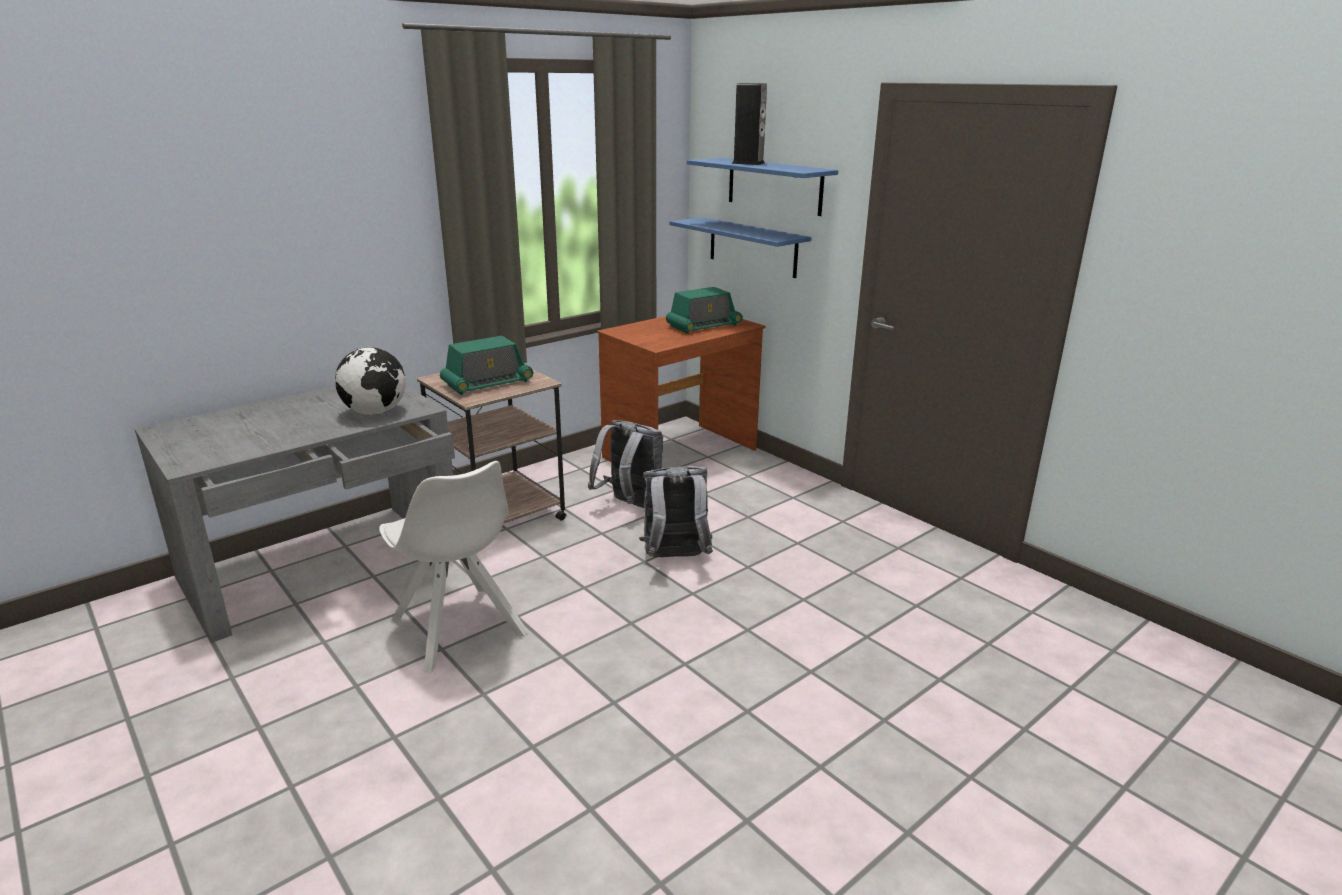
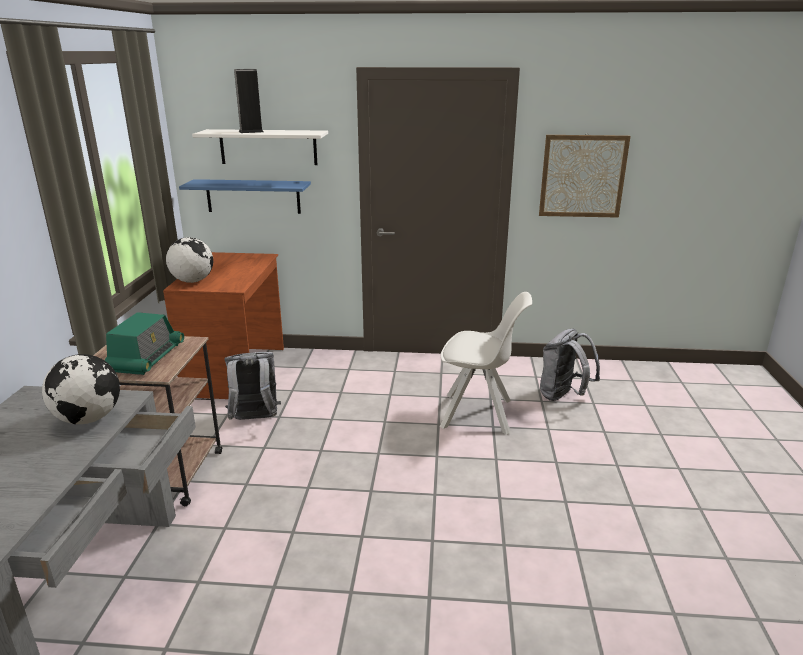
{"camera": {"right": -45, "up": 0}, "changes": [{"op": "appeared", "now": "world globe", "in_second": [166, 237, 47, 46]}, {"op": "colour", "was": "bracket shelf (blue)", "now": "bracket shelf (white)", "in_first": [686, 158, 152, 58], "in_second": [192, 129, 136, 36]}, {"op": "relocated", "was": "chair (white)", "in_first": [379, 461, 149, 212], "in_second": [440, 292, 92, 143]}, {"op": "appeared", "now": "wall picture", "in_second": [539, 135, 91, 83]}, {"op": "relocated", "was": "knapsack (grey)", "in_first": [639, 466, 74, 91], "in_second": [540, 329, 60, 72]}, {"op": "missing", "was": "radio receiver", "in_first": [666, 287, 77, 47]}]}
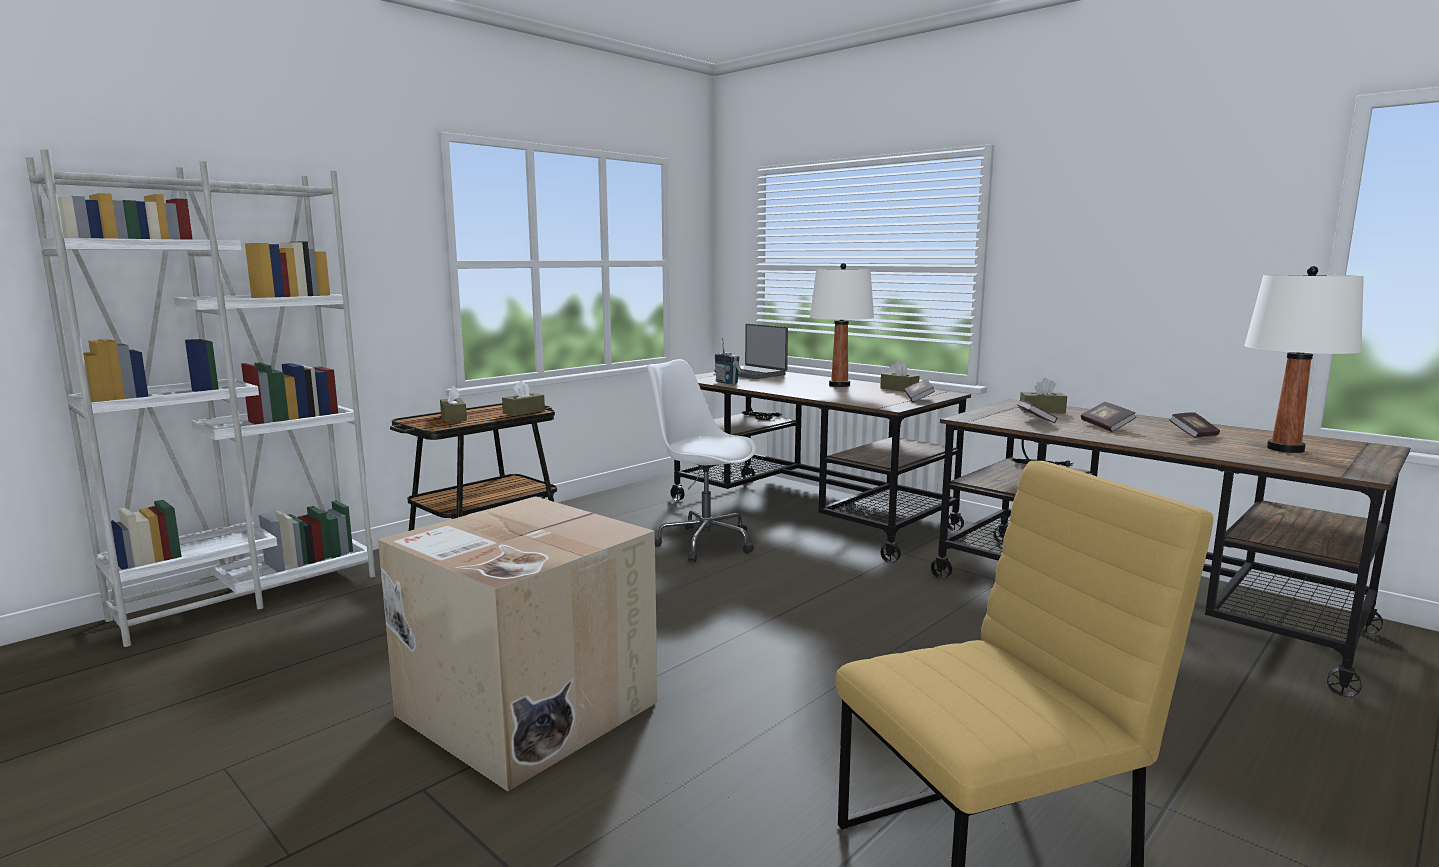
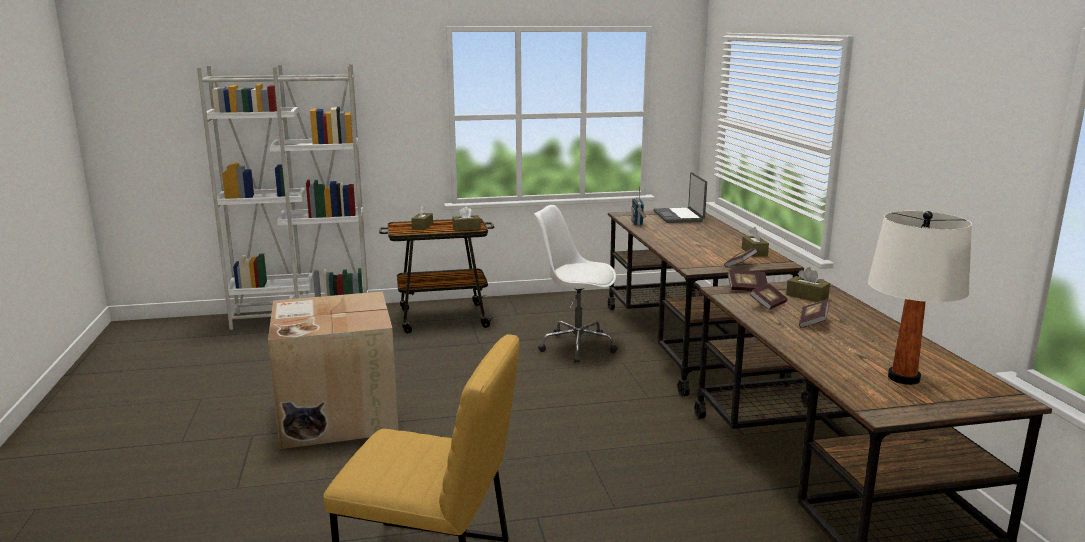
{"camera": {"right": 35, "up": 5}, "changes": [{"op": "spun", "was": "desk chair (white)", "in_first": [647, 359, 109, 203], "in_second": [534, 205, 84, 158], "clockwise": -45}, {"op": "relocated", "was": "book", "in_first": [1169, 412, 51, 26], "in_second": [727, 270, 41, 21]}, {"op": "missing", "was": "tabletop lamp (white)", "in_first": [810, 263, 64, 124]}]}
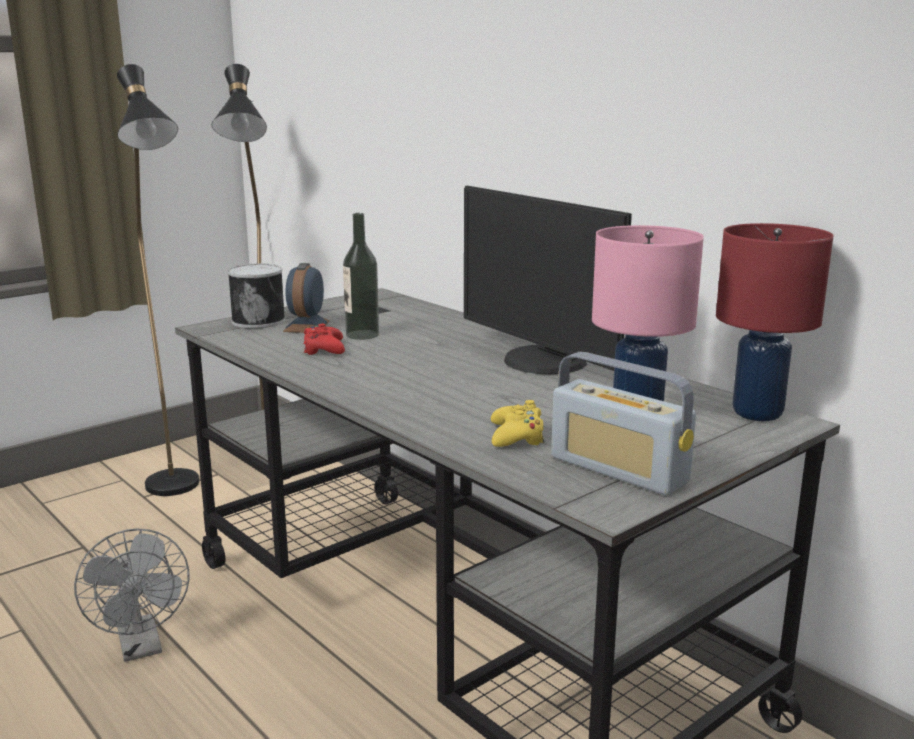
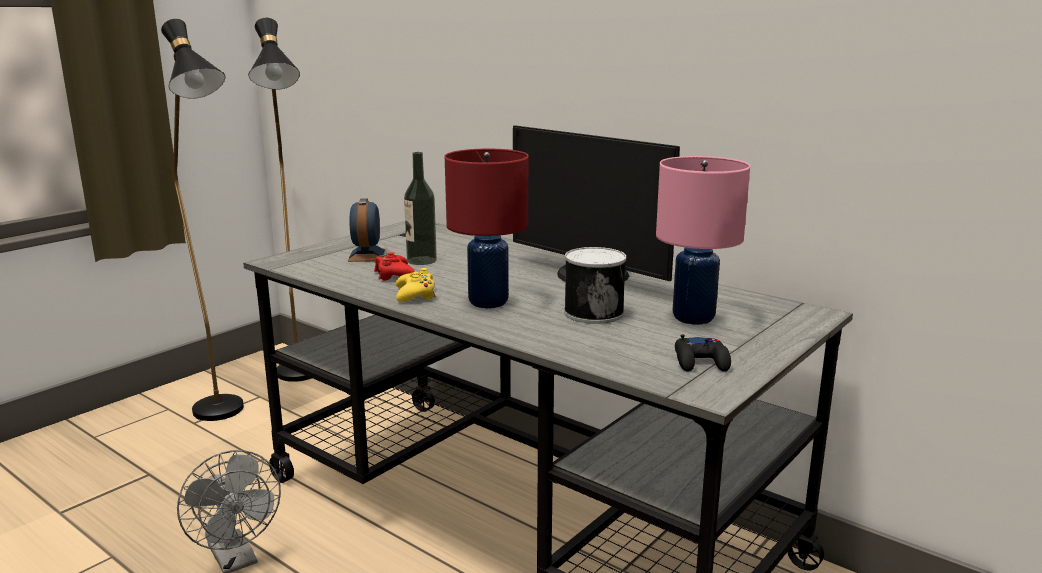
{"camera": {"right": -10, "up": 0}, "changes": [{"op": "relocated", "was": "gamepad (yellow)", "in_first": [491, 400, 54, 47], "in_second": [396, 268, 40, 34]}, {"op": "relocated", "was": "tabletop lamp (red-coloured)", "in_first": [716, 223, 117, 198], "in_second": [445, 149, 83, 159]}, {"op": "relocated", "was": "sealed can", "in_first": [228, 264, 57, 64], "in_second": [564, 247, 62, 77]}, {"op": "exchanged", "was": "radio receiver", "now": "gamepad (blackish)", "in_first": [551, 352, 145, 144], "in_second": [675, 334, 56, 38]}]}
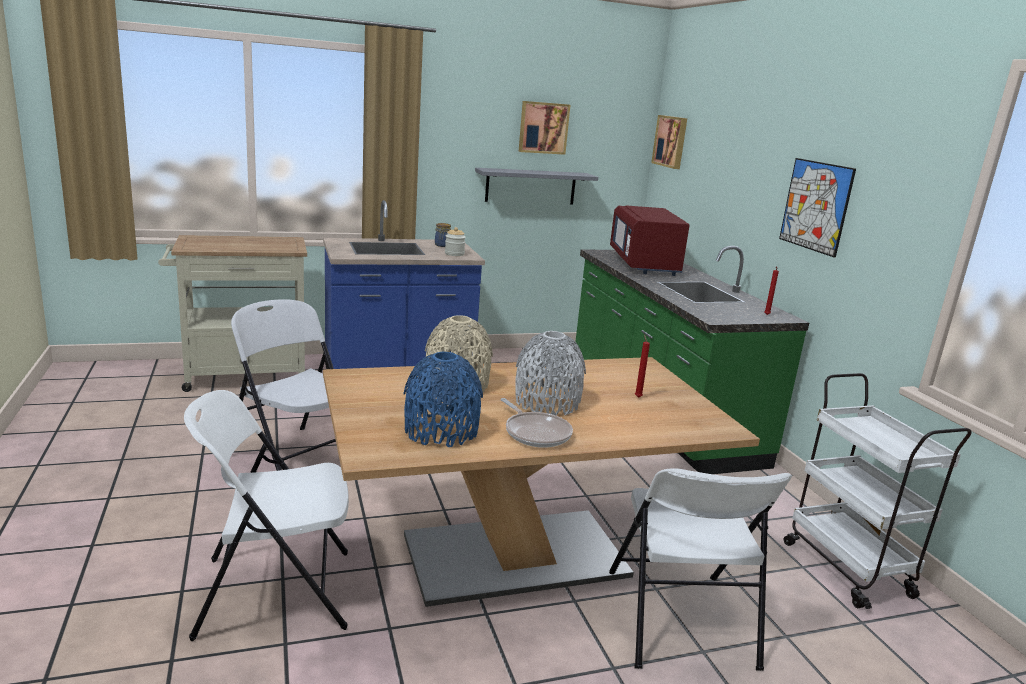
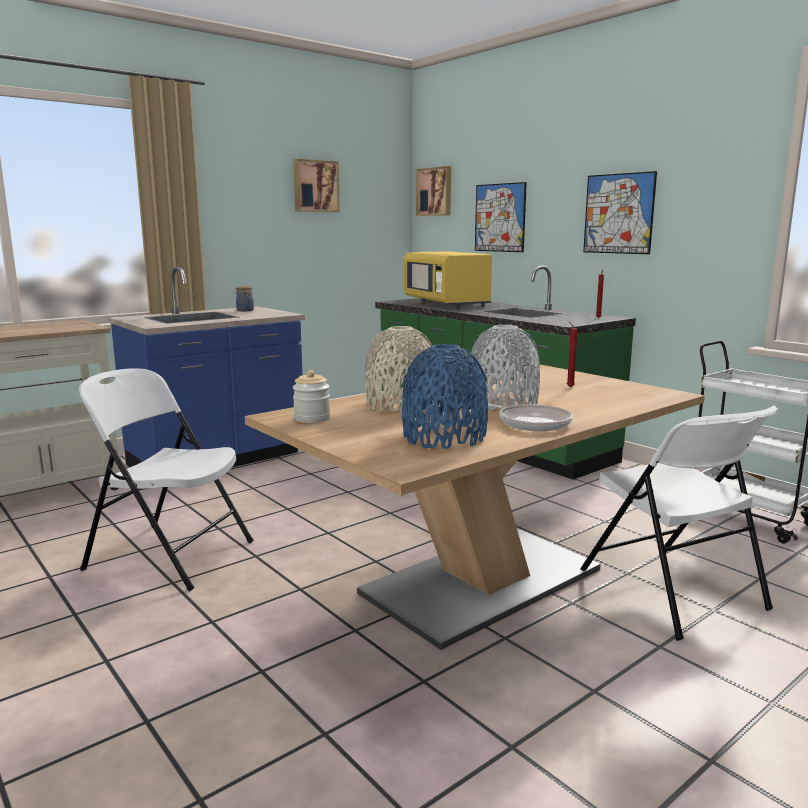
{"camera": {"right": -20, "up": -5}, "changes": [{"op": "relocated", "was": "preserve jar", "in_first": [445, 227, 21, 29], "in_second": [293, 370, 37, 53]}, {"op": "colour", "was": "kitchen microwave (red-coloured)", "now": "kitchen microwave (yellow)", "in_first": [610, 205, 80, 71], "in_second": [404, 251, 88, 58]}, {"op": "appeared", "now": "wall picture", "in_second": [475, 182, 52, 70]}, {"op": "missing", "was": "chair (white)", "in_first": [184, 390, 165, 251]}, {"op": "missing", "was": "bracket shelf (grey)", "in_first": [475, 168, 123, 37]}]}
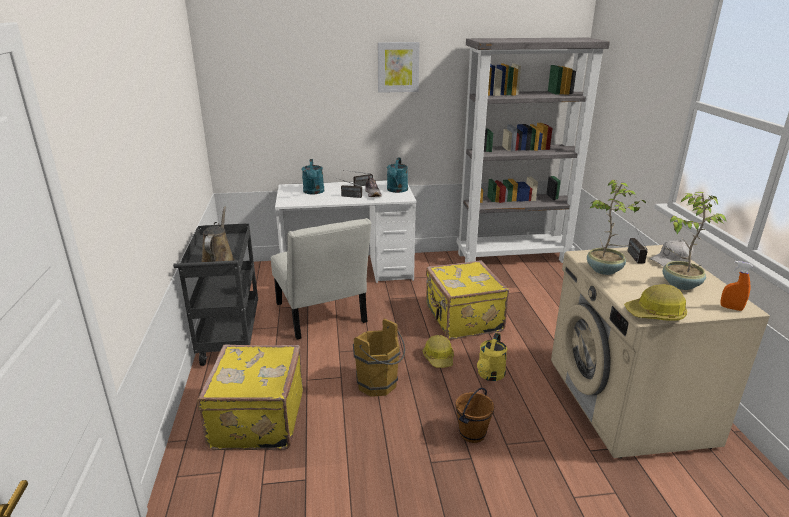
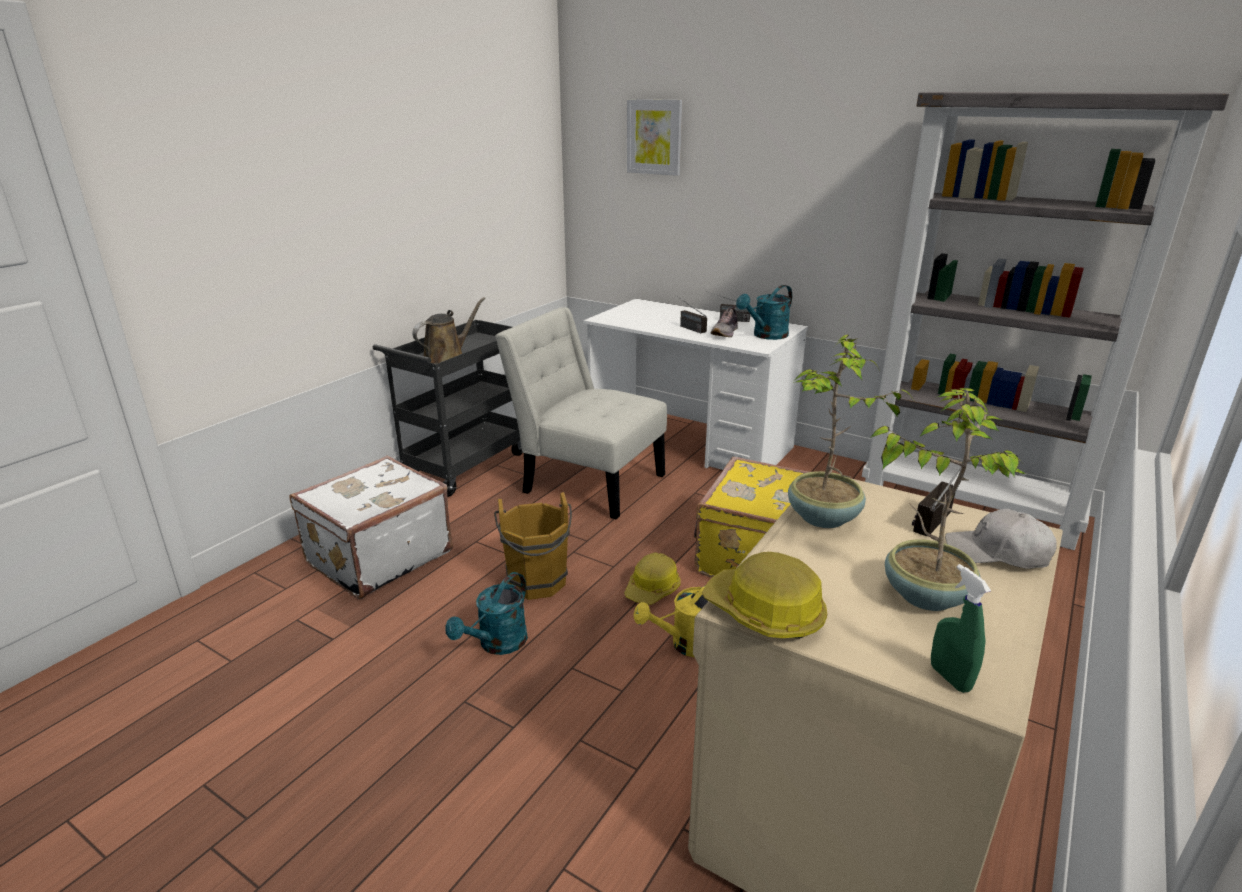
{"camera": {"right": 40, "up": 0}, "changes": [{"op": "colour", "was": "travel case (yellow)", "now": "travel case (white)", "in_first": [197, 344, 106, 106], "in_second": [289, 456, 164, 143]}, {"op": "relocated", "was": "sprinkling can (turquoise-coloured)", "in_first": [302, 159, 22, 36], "in_second": [445, 572, 83, 83]}, {"op": "spun", "was": "chair (white)", "in_first": [271, 218, 101, 122], "in_second": [495, 307, 172, 213], "clockwise": 105}, {"op": "relocated", "was": "wall picture", "in_first": [378, 42, 42, 51], "in_second": [627, 99, 55, 77]}, {"op": "colour", "was": "spray bottle (orangey)", "now": "spray bottle (green-coloured)", "in_first": [720, 261, 33, 50], "in_second": [931, 564, 60, 129]}, {"op": "missing", "was": "bucket (brown-coloured)", "in_first": [456, 388, 38, 55]}]}
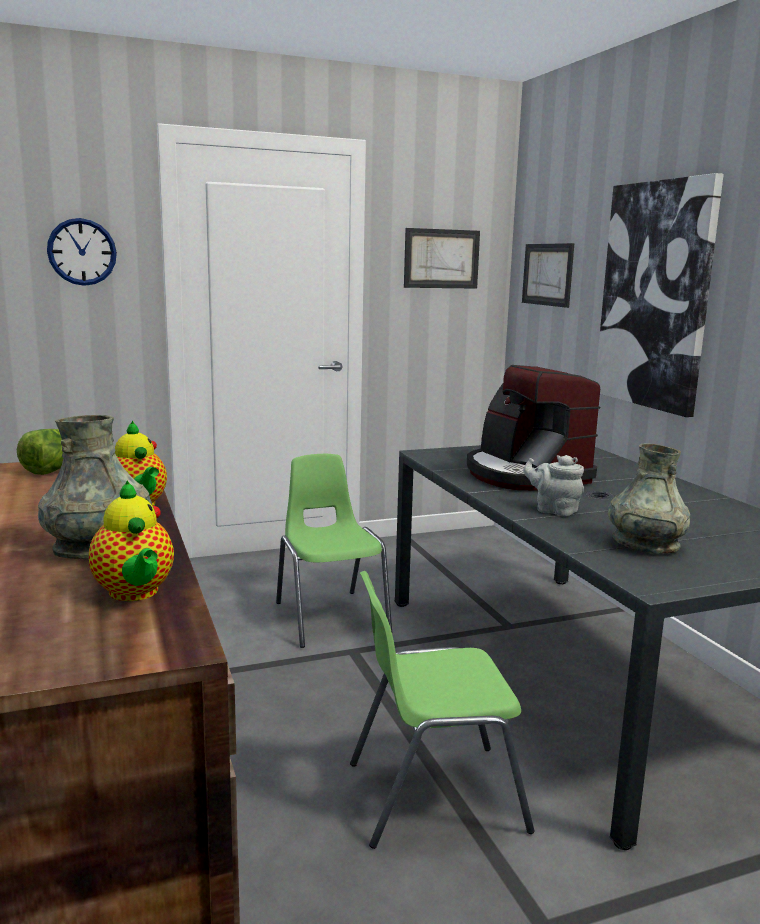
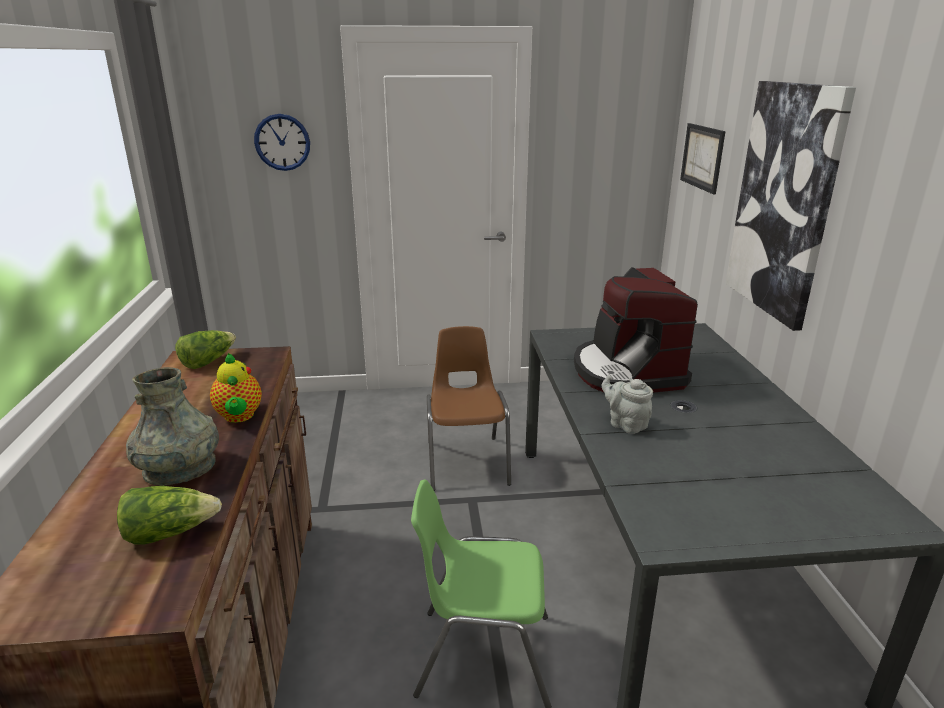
{"camera": {"right": 15, "up": 10}, "changes": [{"op": "exchanged", "was": "tea pot", "now": "lettuce", "in_first": [89, 480, 85, 121], "in_second": [117, 486, 105, 59]}, {"op": "colour", "was": "chair (green-coloured)", "now": "chair (brown-coloured)", "in_first": [276, 454, 116, 194], "in_second": [427, 326, 84, 165]}, {"op": "missing", "was": "wall picture", "in_first": [404, 228, 76, 61]}, {"op": "missing", "was": "decorative vase (grey)", "in_first": [608, 443, 82, 111]}]}
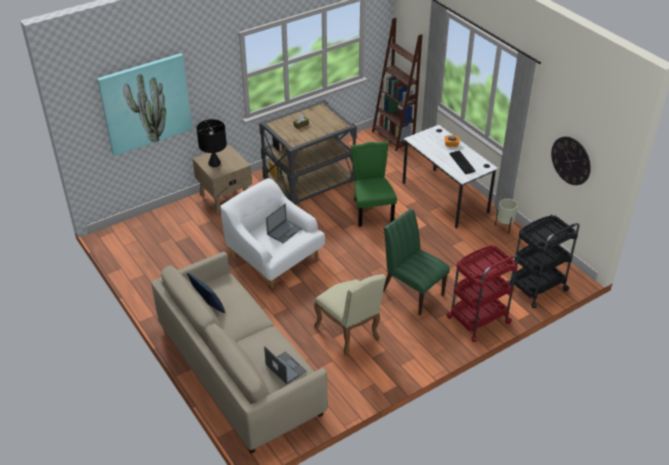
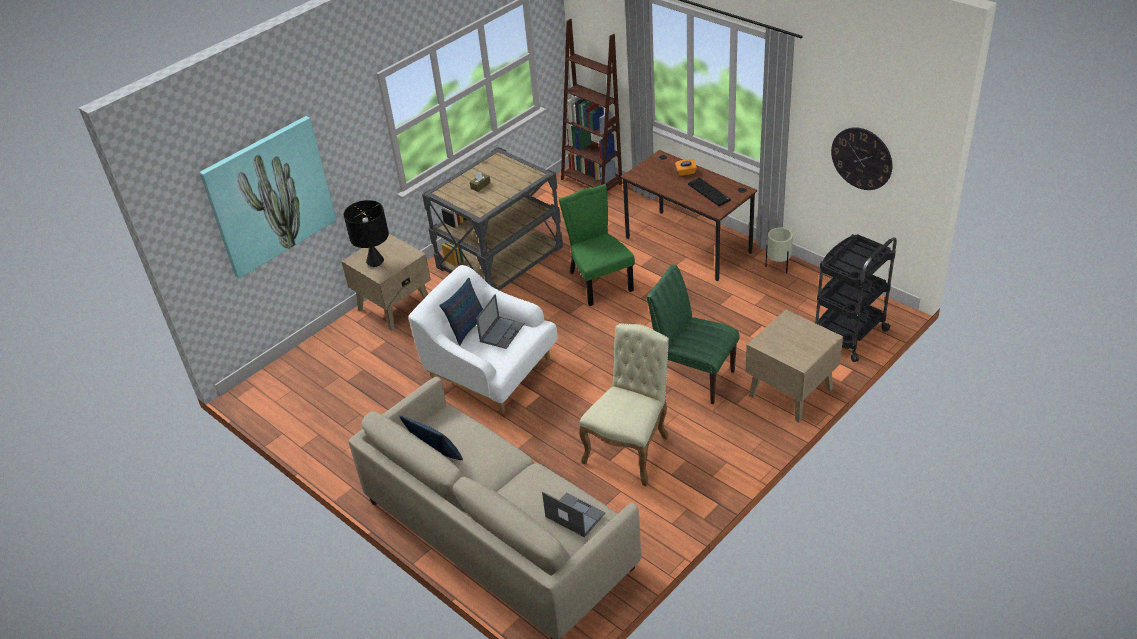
{"camera": {"right": -10, "up": 0}, "changes": [{"op": "appeared", "now": "cushion (blue)", "in_second": [439, 278, 44, 67]}, {"op": "spun", "was": "chair (beige-coloured)", "in_first": [314, 274, 72, 82], "in_second": [579, 323, 90, 163], "clockwise": -105}, {"op": "colour", "was": "desk table (white)", "now": "desk table (brown-coloured)", "in_first": [403, 125, 95, 103], "in_second": [620, 150, 137, 131]}, {"op": "exchanged", "was": "wheeled cart (red-coloured)", "now": "bedside table (beige-coloured)", "in_first": [446, 245, 73, 97], "in_second": [746, 310, 97, 112]}]}
